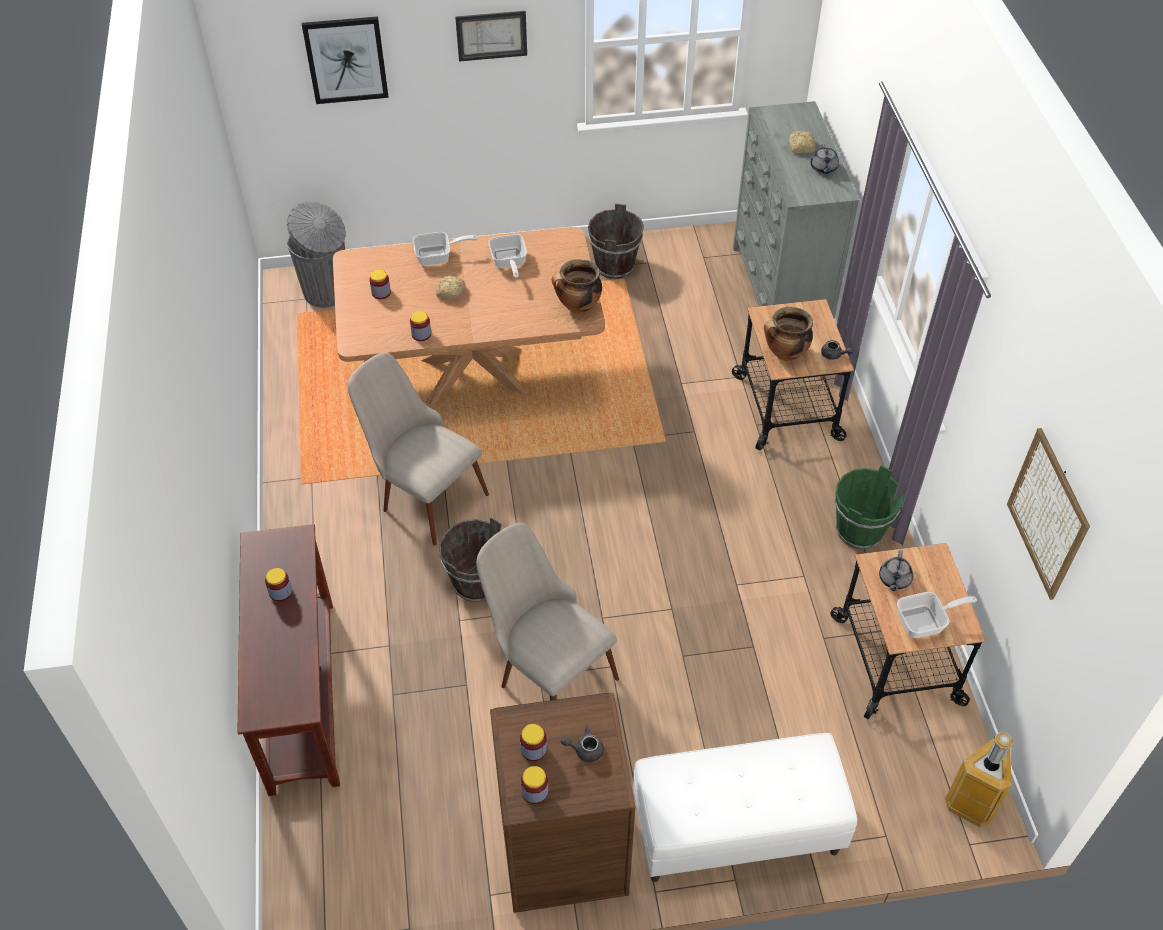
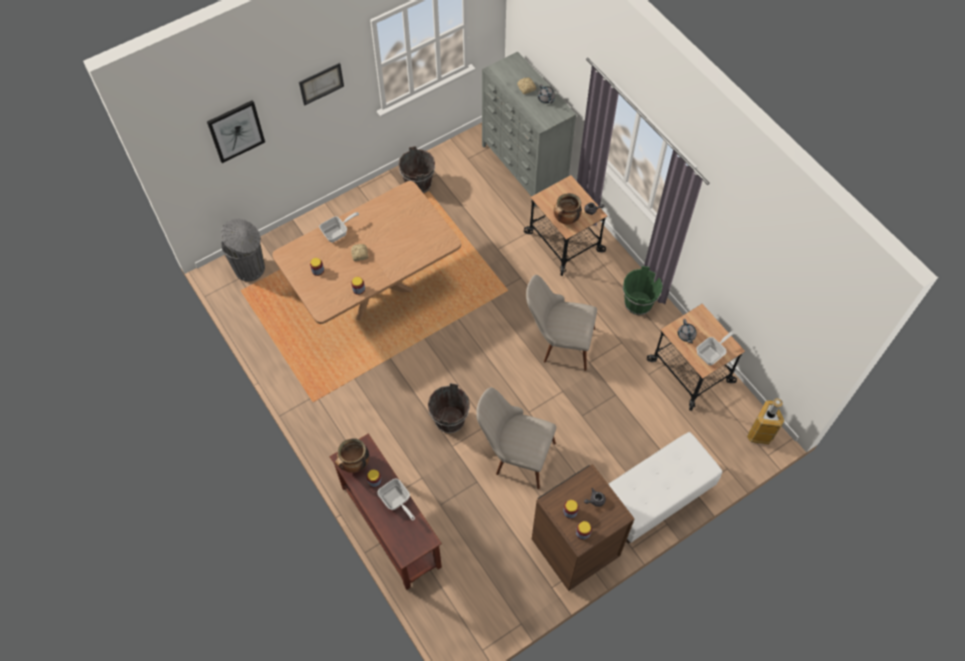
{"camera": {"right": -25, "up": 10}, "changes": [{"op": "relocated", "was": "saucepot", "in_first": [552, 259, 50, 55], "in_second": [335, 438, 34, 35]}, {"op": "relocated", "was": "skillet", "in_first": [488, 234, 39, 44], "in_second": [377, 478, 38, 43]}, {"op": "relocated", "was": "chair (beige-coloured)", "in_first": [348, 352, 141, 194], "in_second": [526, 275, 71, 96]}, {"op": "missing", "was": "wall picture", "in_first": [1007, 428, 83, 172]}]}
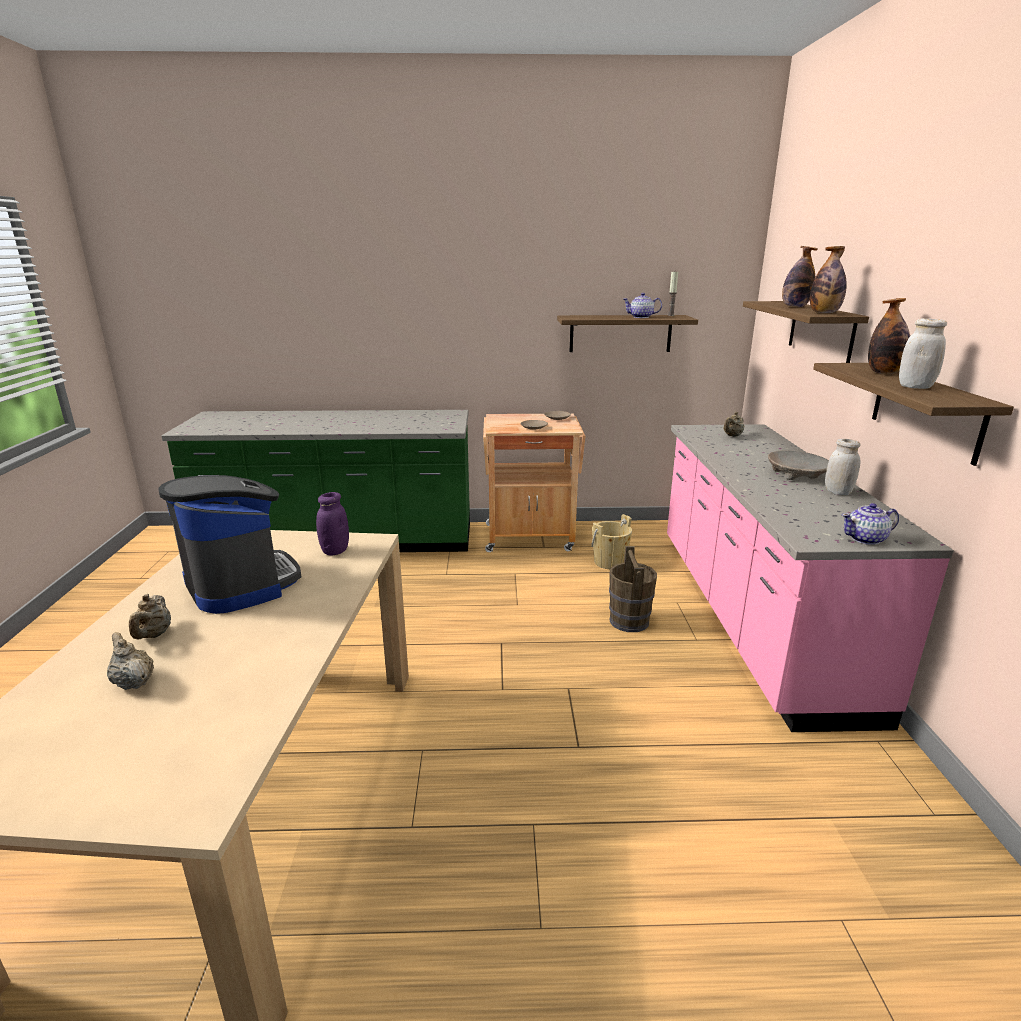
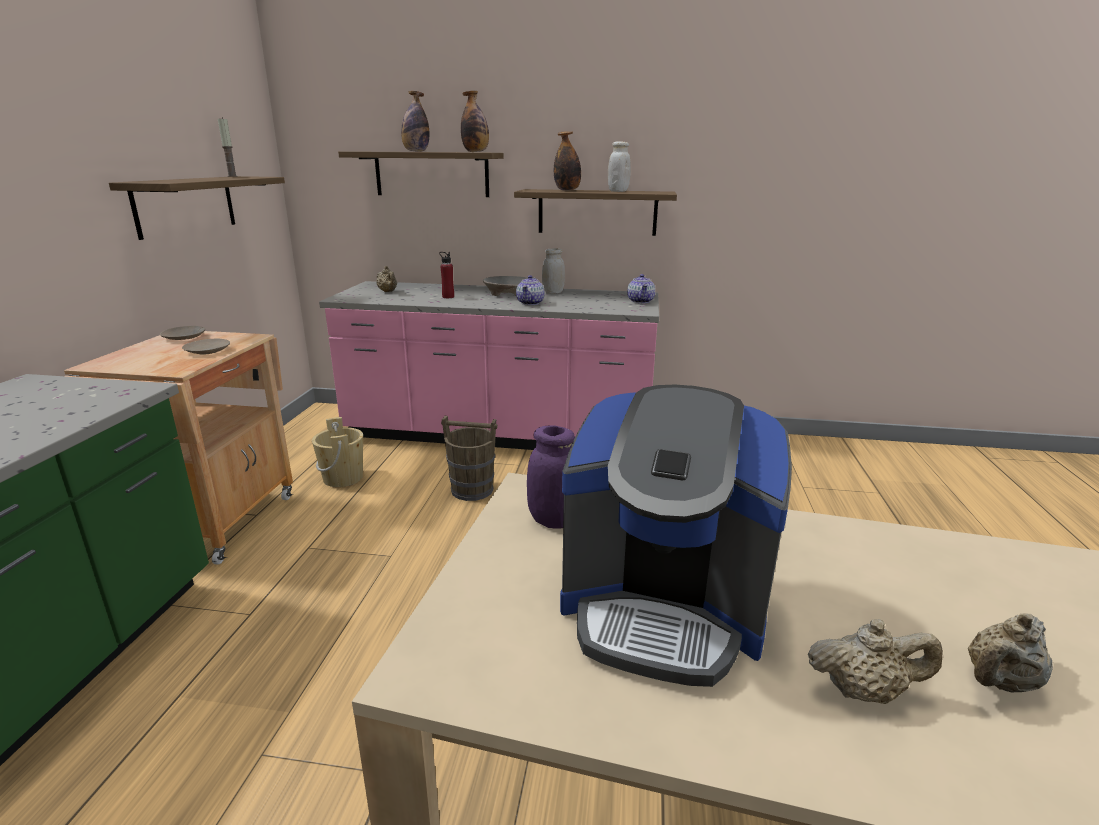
{"camera": {"right": -80, "up": 0}, "changes": [{"op": "appeared", "now": "drink bottle (red-coloured)", "in_second": [439, 252, 15, 46]}, {"op": "relocated", "was": "tea pot", "in_first": [623, 293, 39, 25], "in_second": [516, 275, 29, 30]}, {"op": "spun", "was": "coffee brewer", "in_first": [158, 475, 143, 139], "in_second": [560, 384, 232, 303], "clockwise": -135}]}
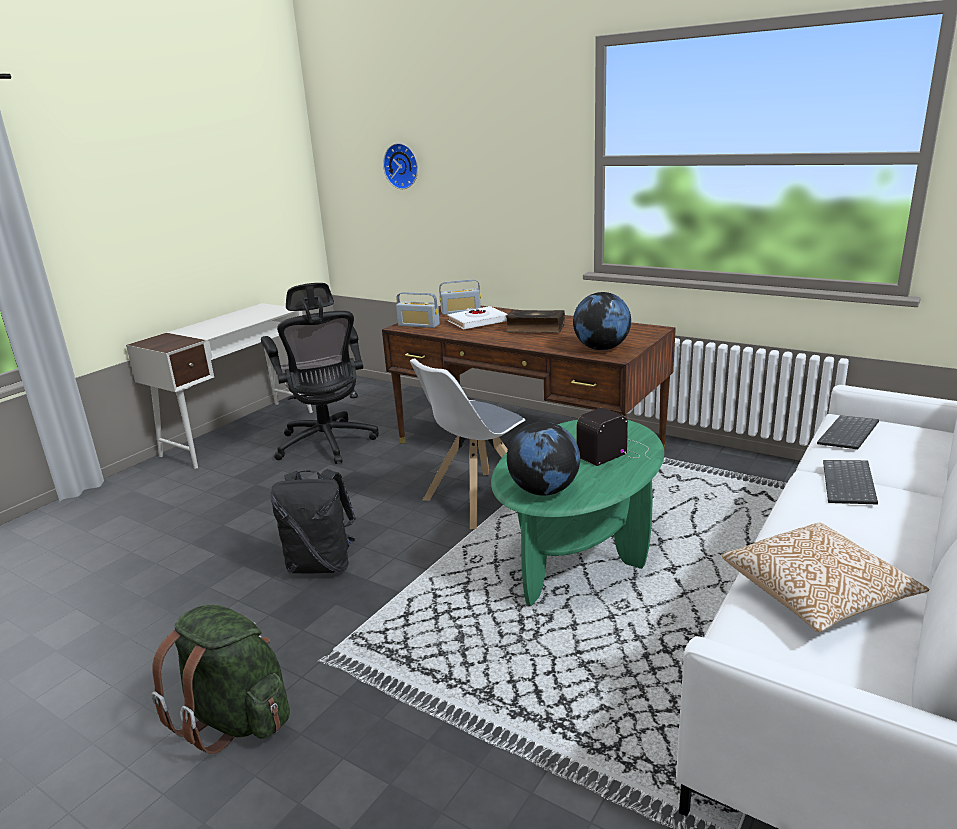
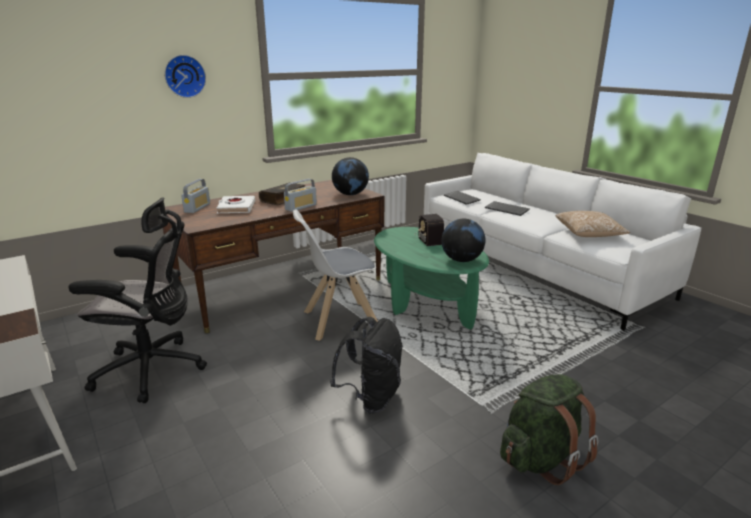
{"camera": {"right": -70, "up": 0}, "changes": [{"op": "relocated", "was": "clock on the wall", "in_first": [383, 143, 35, 46], "in_second": [165, 55, 41, 43]}, {"op": "relocated", "was": "radio receiver", "in_first": [396, 292, 44, 36], "in_second": [284, 179, 33, 33]}, {"op": "spun", "was": "chair", "in_first": [410, 358, 116, 171], "in_second": [293, 209, 85, 132], "clockwise": 90}]}
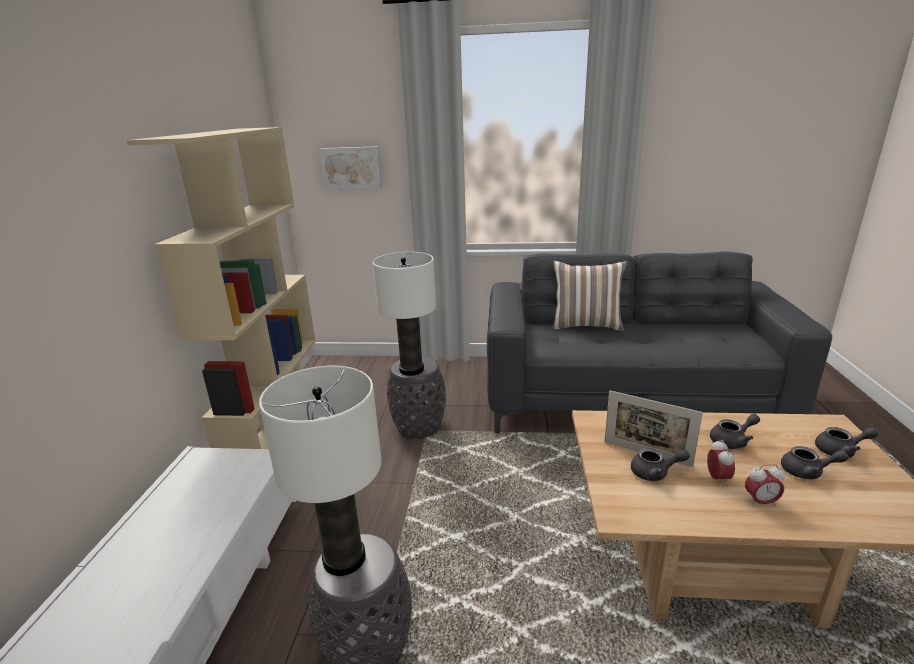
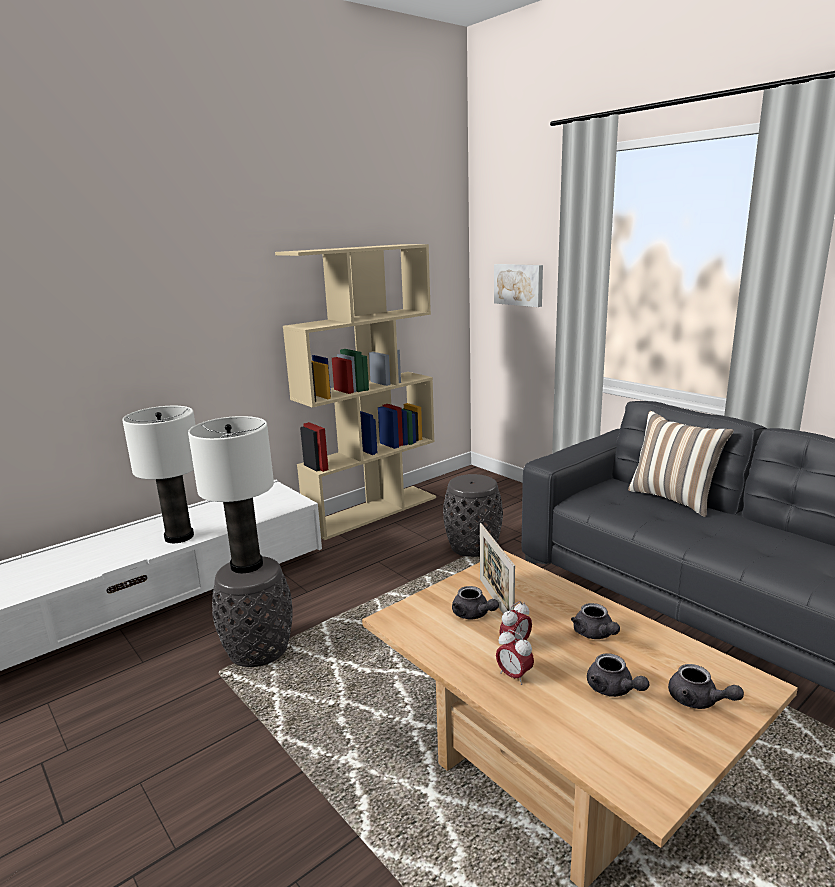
{"camera": {"right": 45, "up": -5}, "changes": [{"op": "relocated", "was": "tabletop lamp (white)", "in_first": [373, 252, 63, 124], "in_second": [123, 406, 73, 137]}, {"op": "spun", "was": "tea pot (grey)", "in_first": [710, 414, 50, 35], "in_second": [571, 603, 49, 36], "clockwise": 45}]}
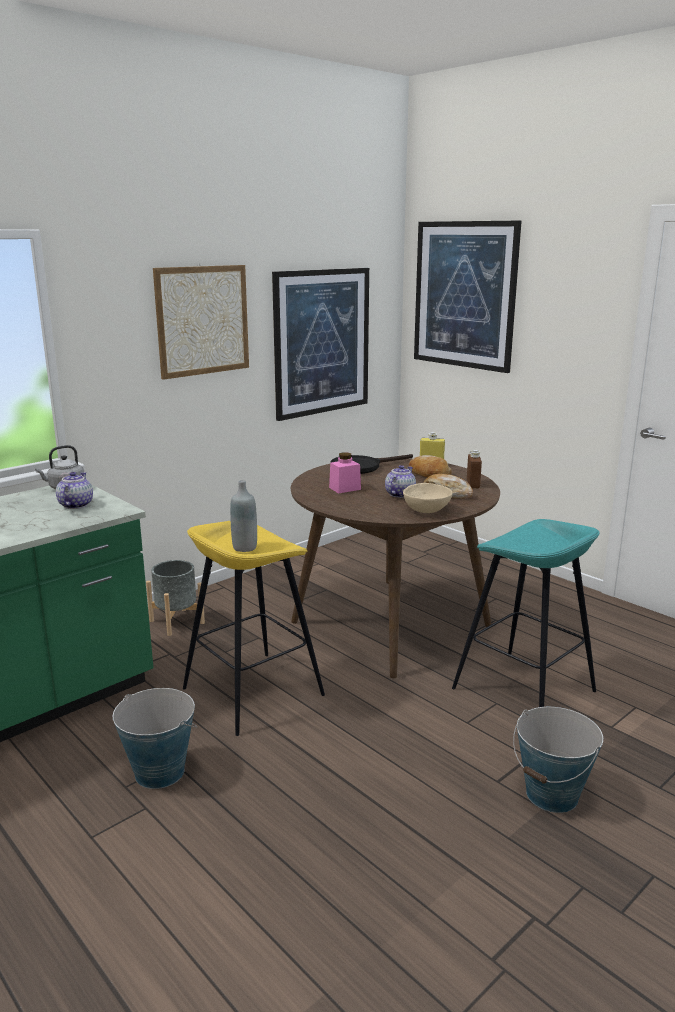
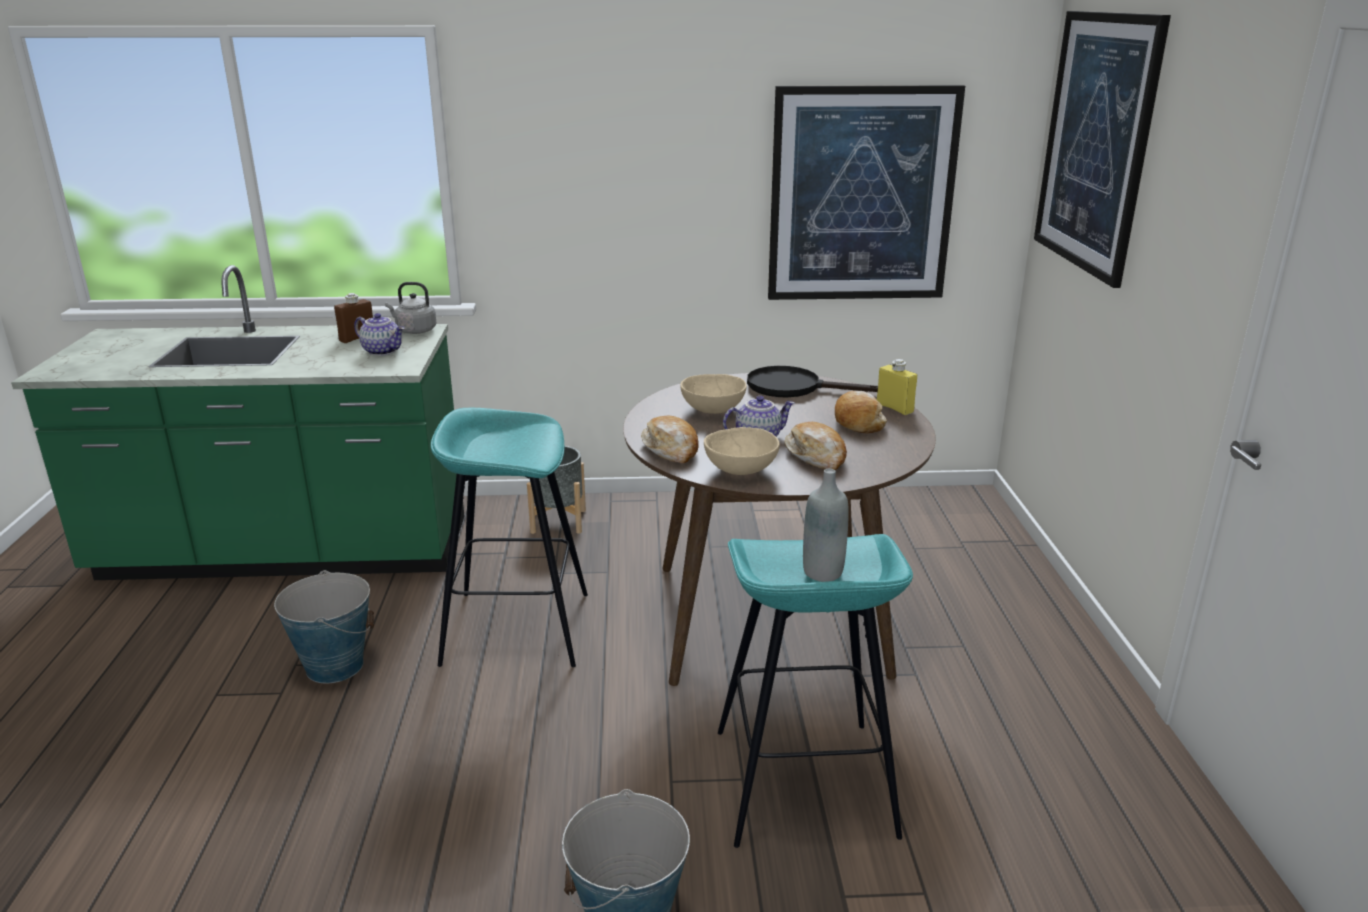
{"camera": {"right": 40, "up": 5}, "changes": [{"op": "relocated", "was": "drink bottle (brown-coloured)", "in_first": [467, 450, 15, 38], "in_second": [334, 293, 39, 50]}, {"op": "spun", "was": "tea pot", "in_first": [56, 472, 37, 37], "in_second": [354, 313, 50, 43], "clockwise": 75}, {"op": "colour", "was": "stool (yellow)", "now": "stool (turquoise-coloured)", "in_first": [183, 521, 142, 215], "in_second": [431, 408, 157, 259]}, {"op": "appeared", "now": "baked bread", "in_second": [641, 415, 58, 48]}, {"op": "exchanged", "was": "preserve jar (pink)", "now": "deep dish (beige-coloured)", "in_first": [329, 452, 32, 41], "in_second": [680, 374, 67, 40]}, {"op": "relocated", "was": "drink bottle (grey)", "in_first": [230, 480, 27, 72], "in_second": [803, 469, 46, 113]}, {"op": "missing", "was": "wall picture", "in_first": [153, 264, 96, 116]}]}
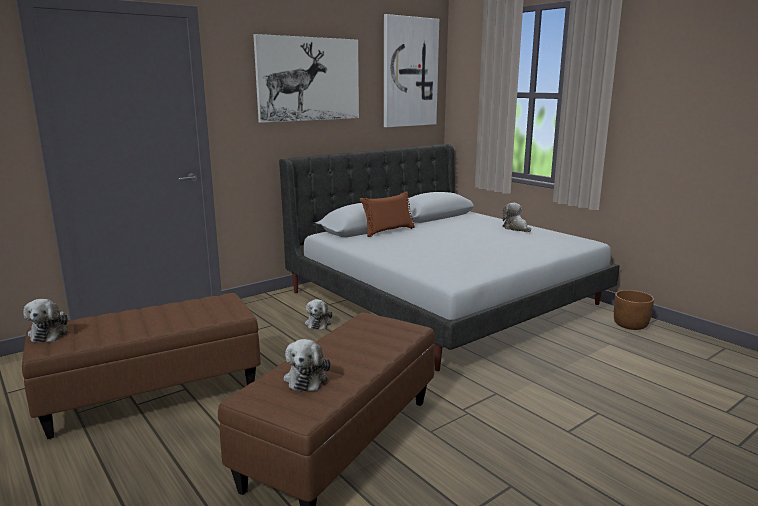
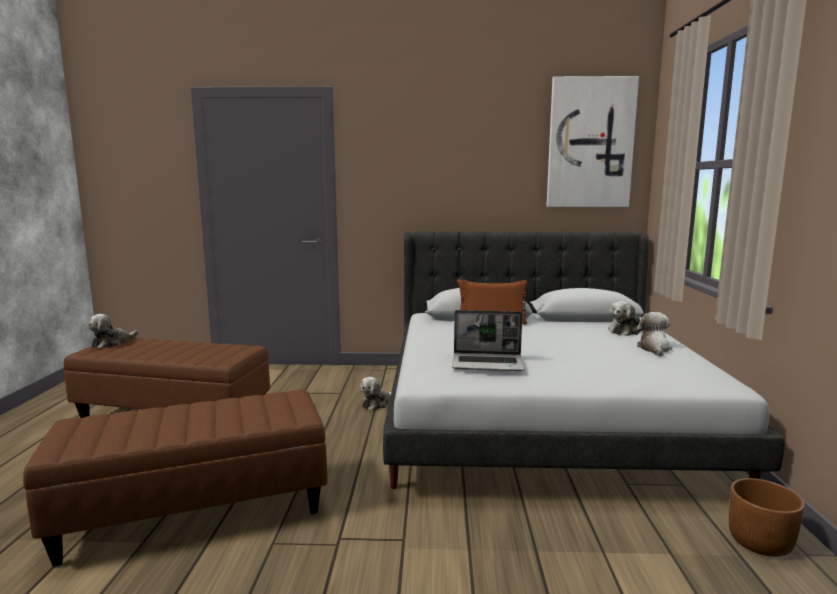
{"camera": {"right": 40, "up": -5}, "changes": [{"op": "appeared", "now": "notebook computer", "in_second": [452, 310, 73, 61]}, {"op": "relocated", "was": "cuddly toy", "in_first": [284, 339, 47, 52], "in_second": [608, 301, 32, 35]}, {"op": "missing", "was": "wall picture", "in_first": [253, 34, 106, 89]}]}
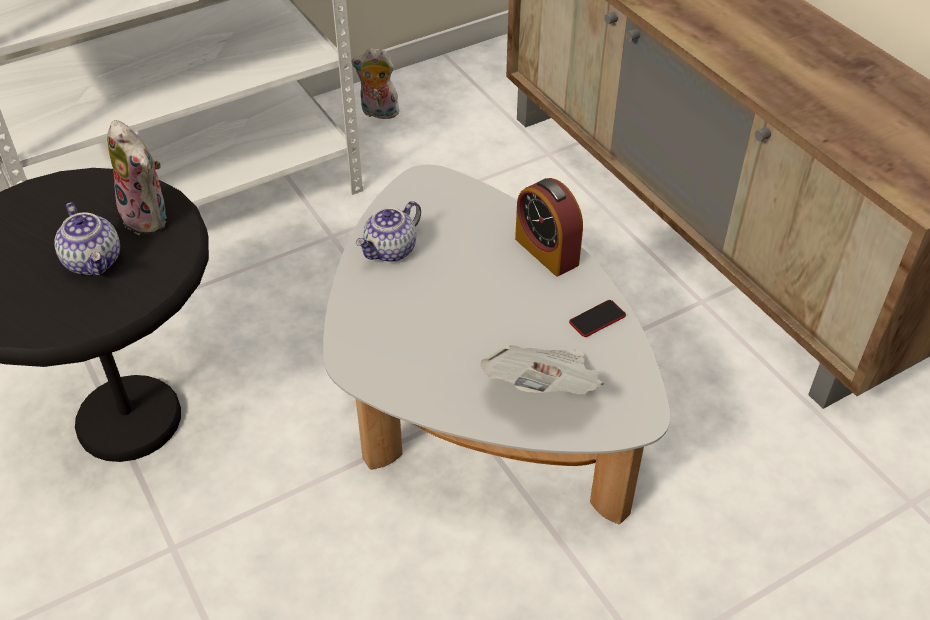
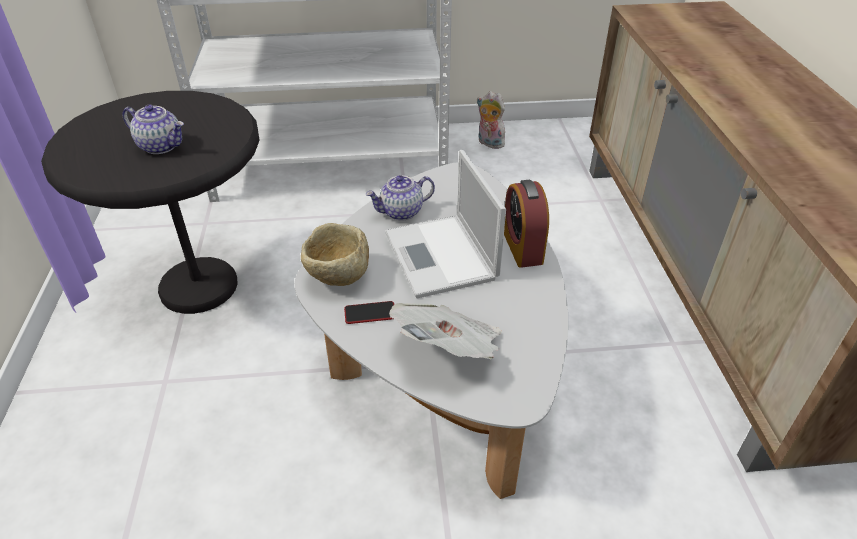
{"camera": {"right": 25, "up": -5}, "changes": [{"op": "spun", "was": "tea pot", "in_first": [54, 202, 66, 74], "in_second": [122, 105, 62, 49], "clockwise": -60}, {"op": "appeared", "now": "deep dish (beige-coloured)", "in_second": [301, 223, 68, 63]}, {"op": "relocated", "was": "telephone", "in_first": [569, 300, 57, 37], "in_second": [344, 301, 50, 23]}, {"op": "appeared", "now": "notebook computer", "in_second": [385, 150, 121, 148]}, {"op": "missing", "was": "cuddly toy", "in_first": [107, 120, 60, 115]}]}
